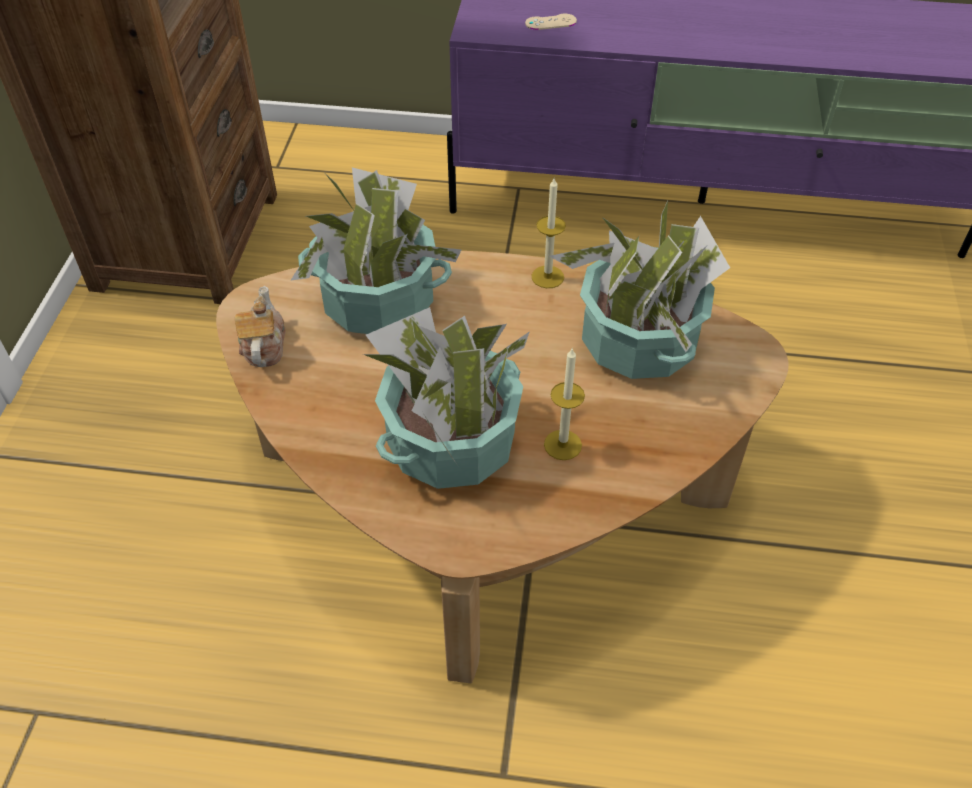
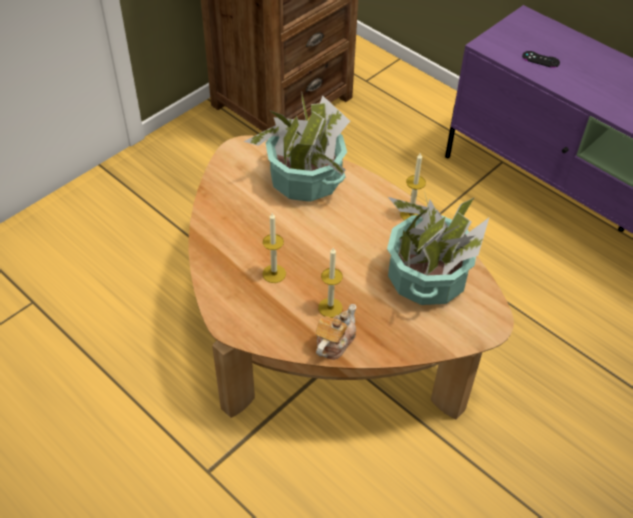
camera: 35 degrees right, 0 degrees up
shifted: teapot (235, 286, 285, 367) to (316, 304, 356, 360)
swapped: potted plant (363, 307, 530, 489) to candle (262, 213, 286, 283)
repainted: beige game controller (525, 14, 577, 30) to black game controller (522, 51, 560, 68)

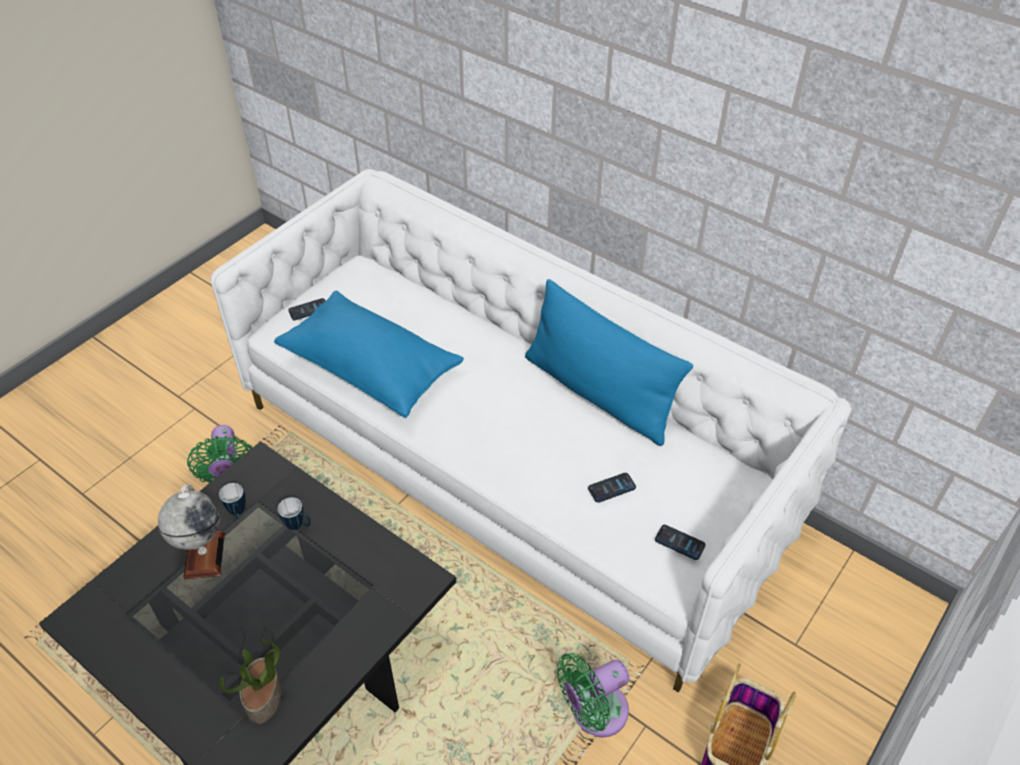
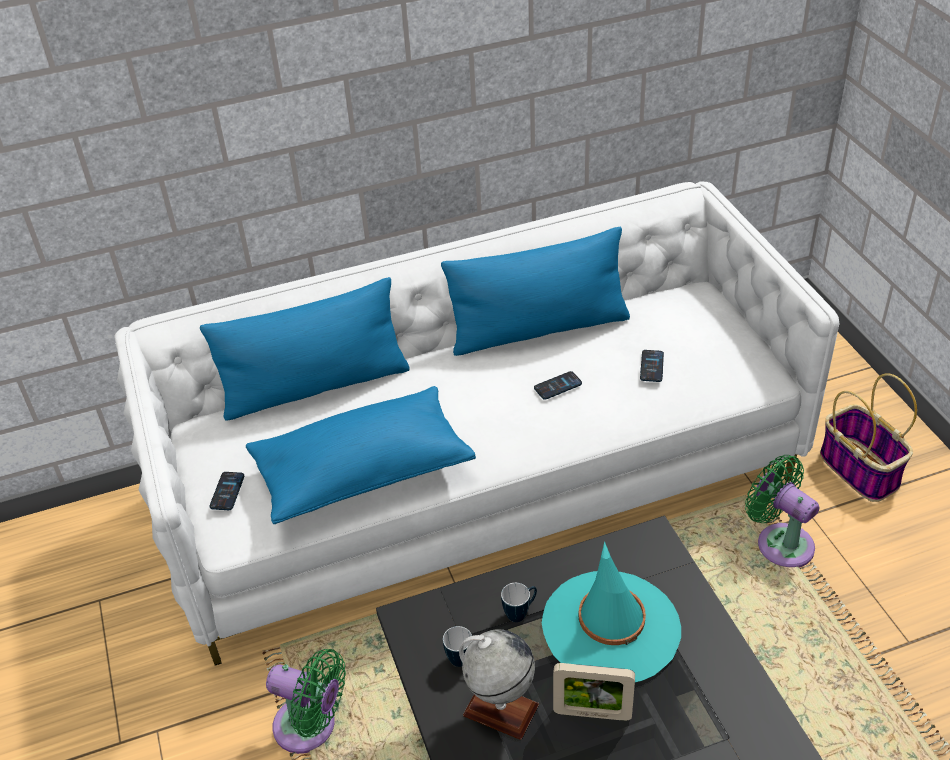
camera: 55 degrees left, 5 degrees down
gone: potted plant (220, 638, 282, 724)
new: blue pillow (200, 277, 410, 421); turquoise hat (542, 541, 681, 682); picture frame (553, 663, 635, 721)
shifted: phone (655, 525, 706, 560) to (534, 371, 582, 400)
rotated: green fan (556, 653, 630, 738) = (745, 455, 819, 568) 135 degrees clockwise

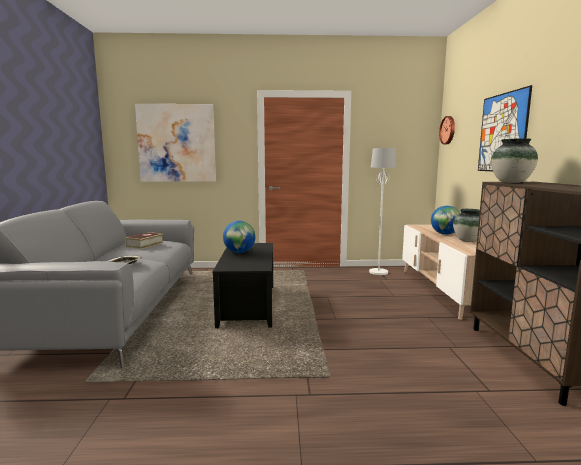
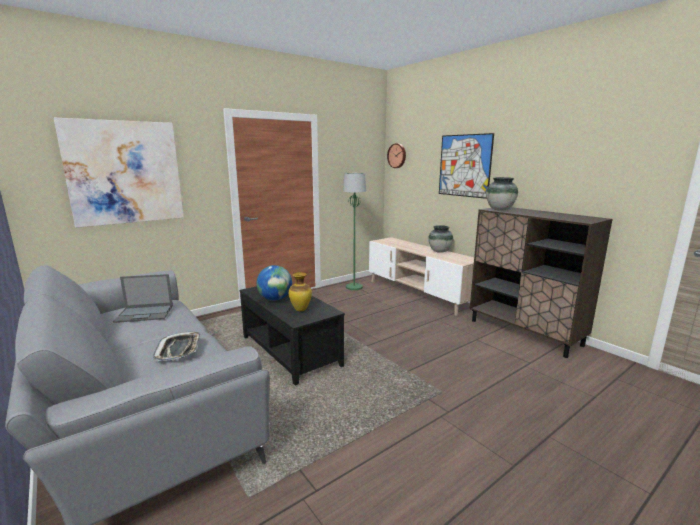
camera: 35 degrees left, 5 degrees up
gone: globe (431, 206, 460, 235)
new: vase (289, 272, 312, 311)
swapped: book (125, 232, 164, 249) to laptop (113, 274, 173, 323)
repainted: white floor lamp (369, 148, 396, 275) to green floor lamp (343, 173, 366, 290)

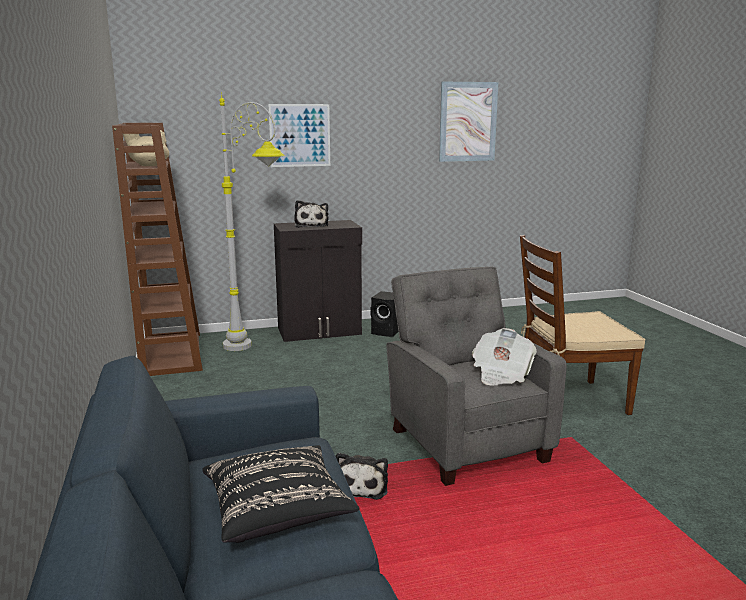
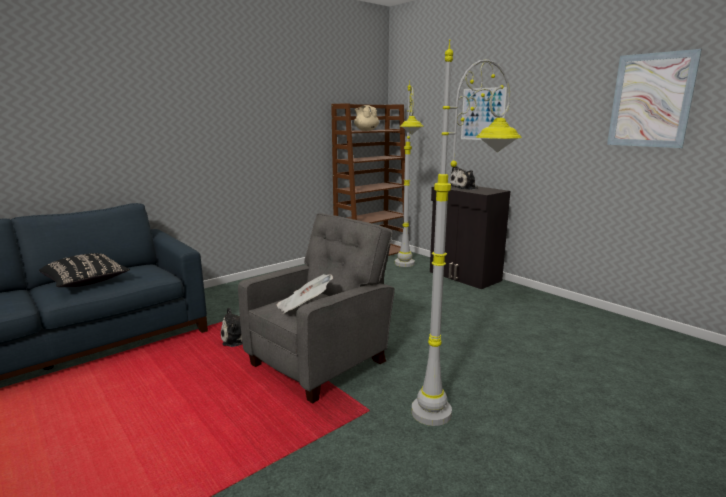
camera: 65 degrees right, 0 degrees up
gone: black speaker (371, 291, 398, 337)
swapped: brown chair (520, 235, 646, 415) to grey floor lamp (412, 40, 522, 426)

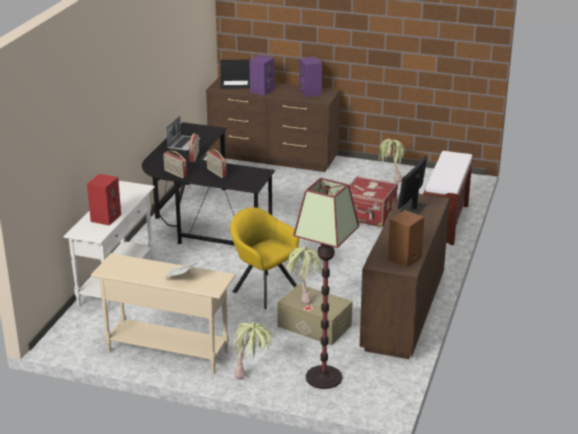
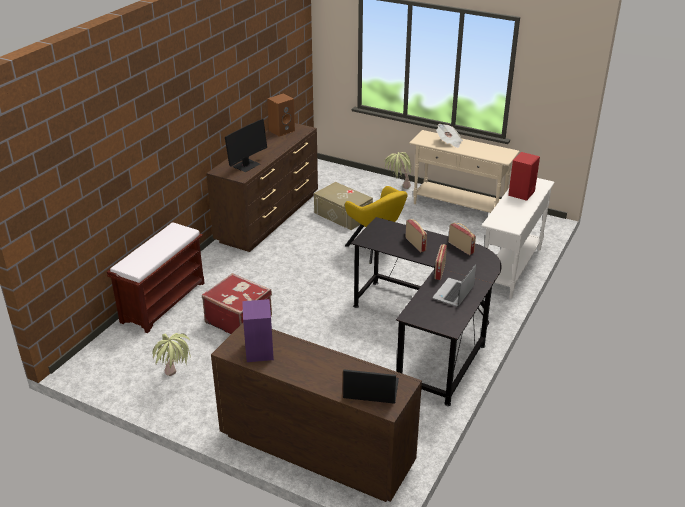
camera: 170 degrees left, 5 degrees up
gone: purple speaker (249, 55, 274, 96); potted plant (285, 246, 321, 304); floor lamp (293, 178, 359, 389)

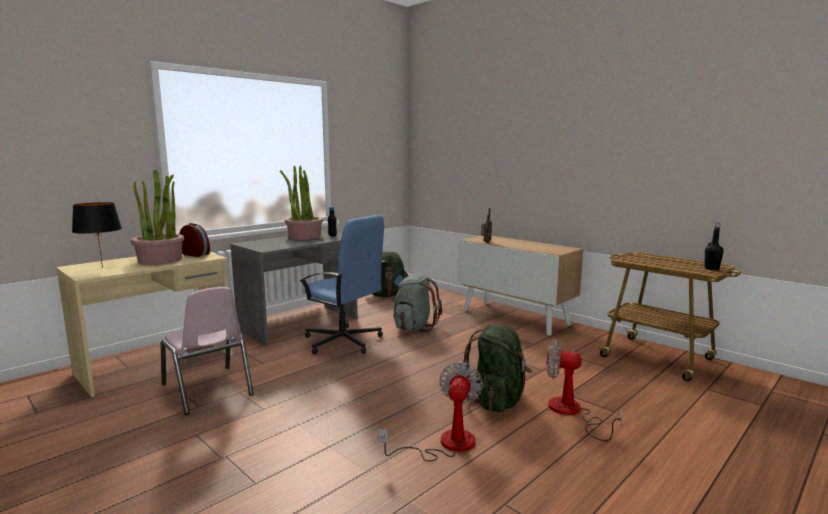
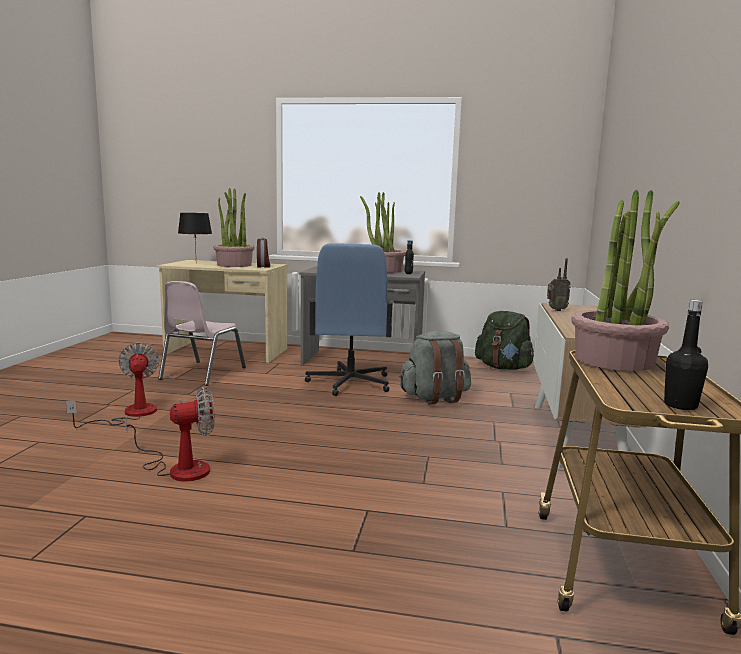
camera: 55 degrees right, 0 degrees up
gone: green backpack (463, 324, 532, 412)
new: potted plant (571, 190, 680, 371)
shifted: fan (547, 339, 622, 441) to (66, 343, 159, 428)

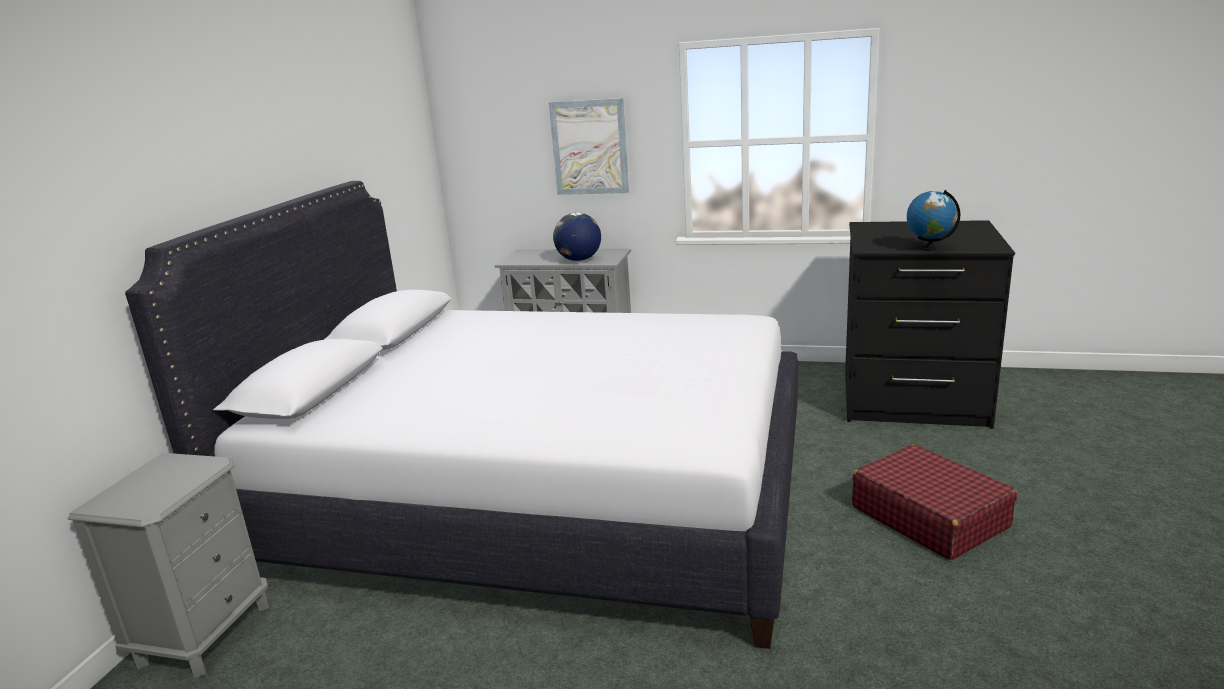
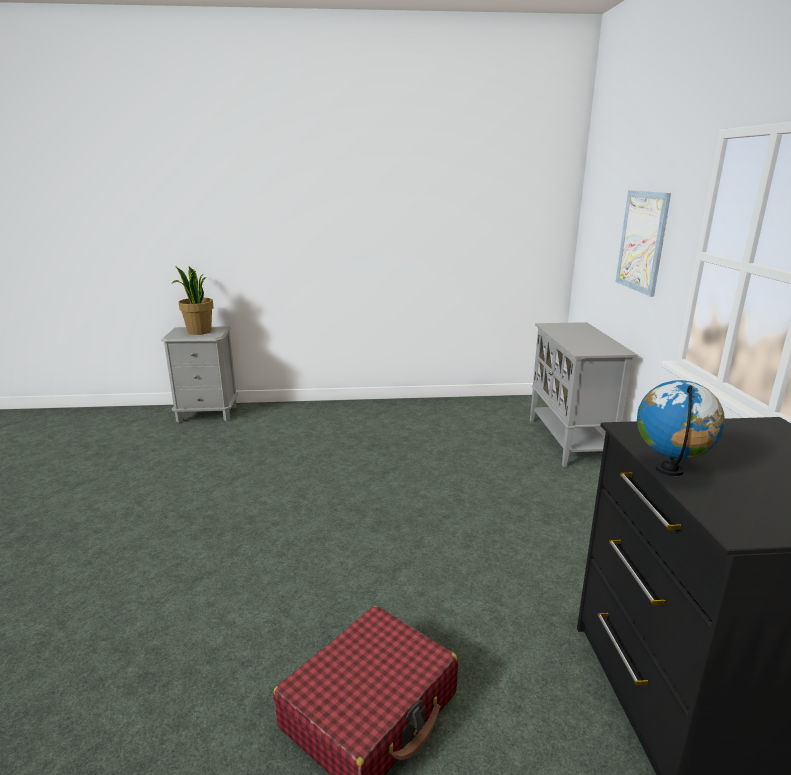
camera: 70 degrees right, 0 degrees up
gone: white bed (125, 181, 798, 649); globe (553, 213, 601, 261)
new: potted plant (172, 266, 214, 335)

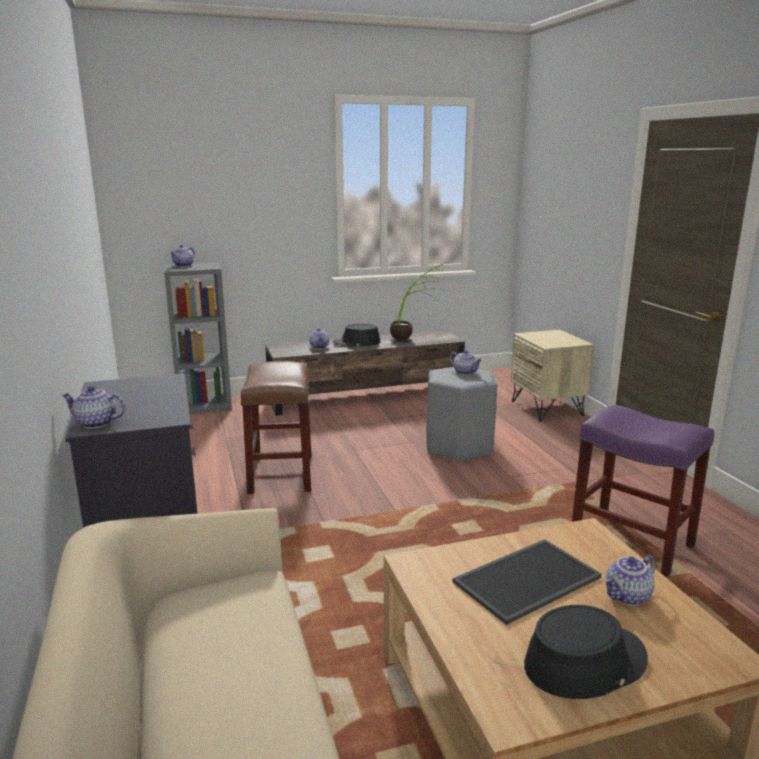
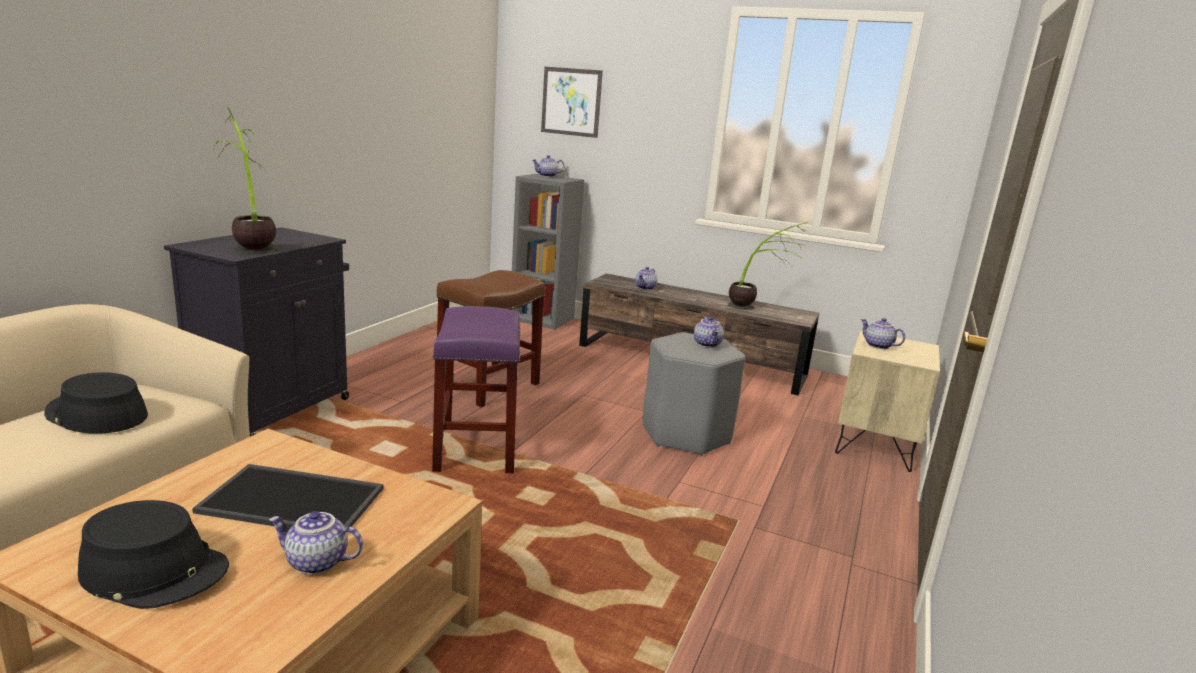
camera: 40 degrees right, 0 degrees up
new: potted plant (212, 107, 276, 254); picture (541, 67, 603, 138)
shifted: teapot (62, 386, 125, 429) to (861, 318, 905, 349); black hat (333, 324, 380, 347) to (44, 372, 148, 434); purple stool (572, 405, 714, 577) to (432, 306, 520, 473)

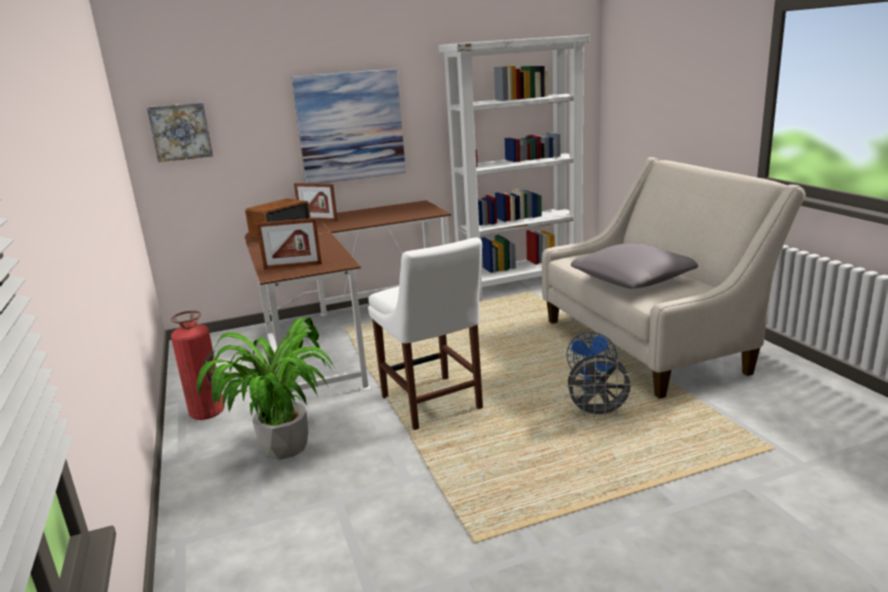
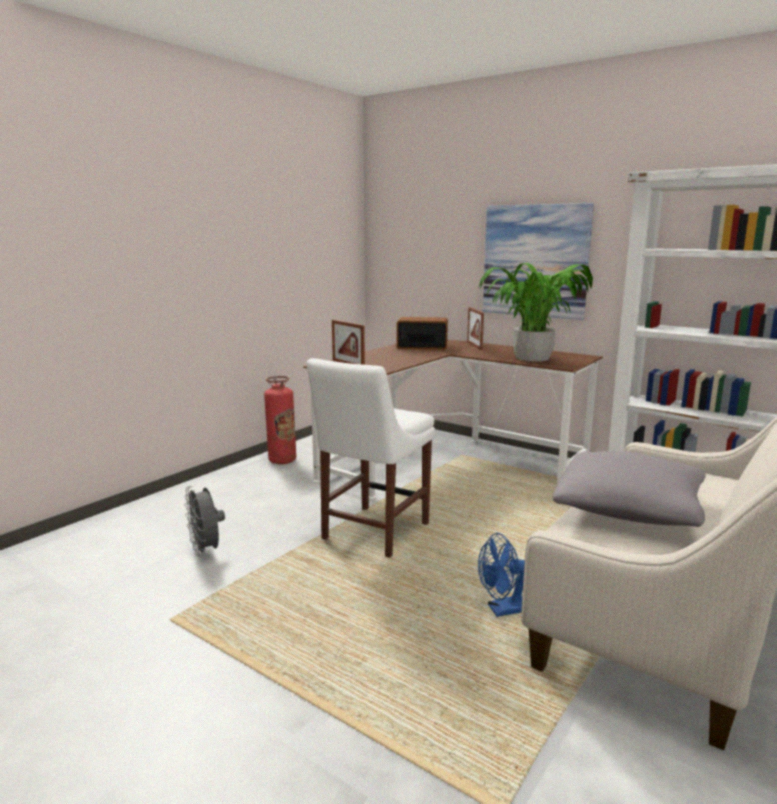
camera: 55 degrees right, 5 degrees down
gone: picture (147, 103, 213, 162)
shifted: potted plant (196, 318, 334, 460) to (479, 263, 593, 362); grey fan (565, 355, 635, 419) to (184, 486, 225, 557)

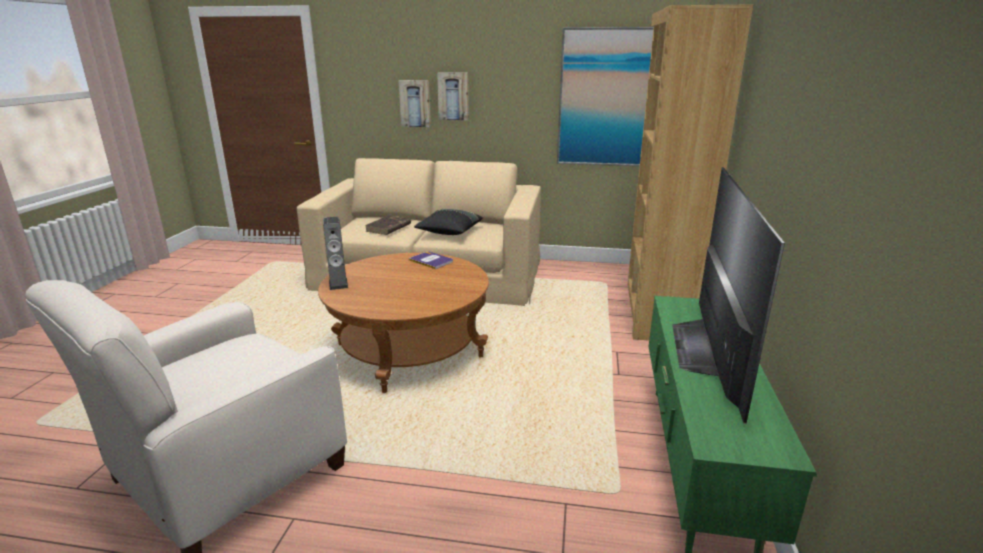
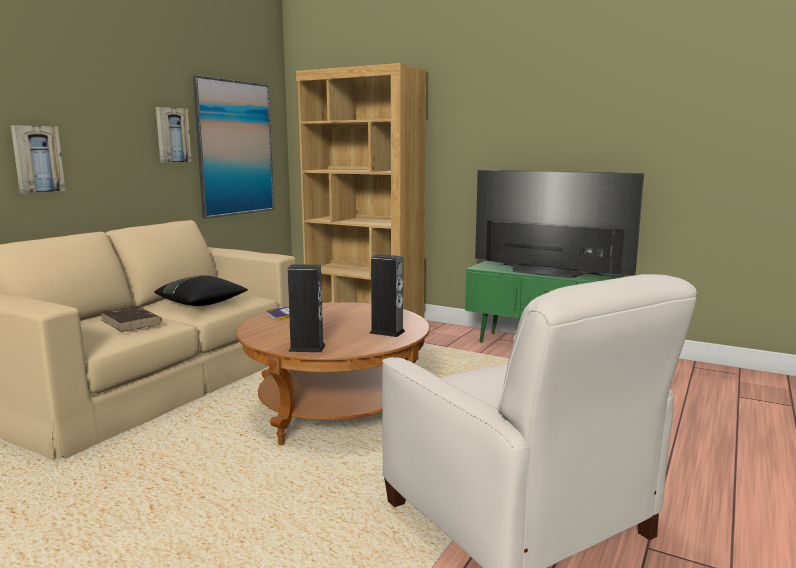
camera: 70 degrees left, 10 degrees down
new: speaker (370, 254, 405, 337)
shifted: picture (437, 72, 469, 121) to (156, 107, 192, 163)

